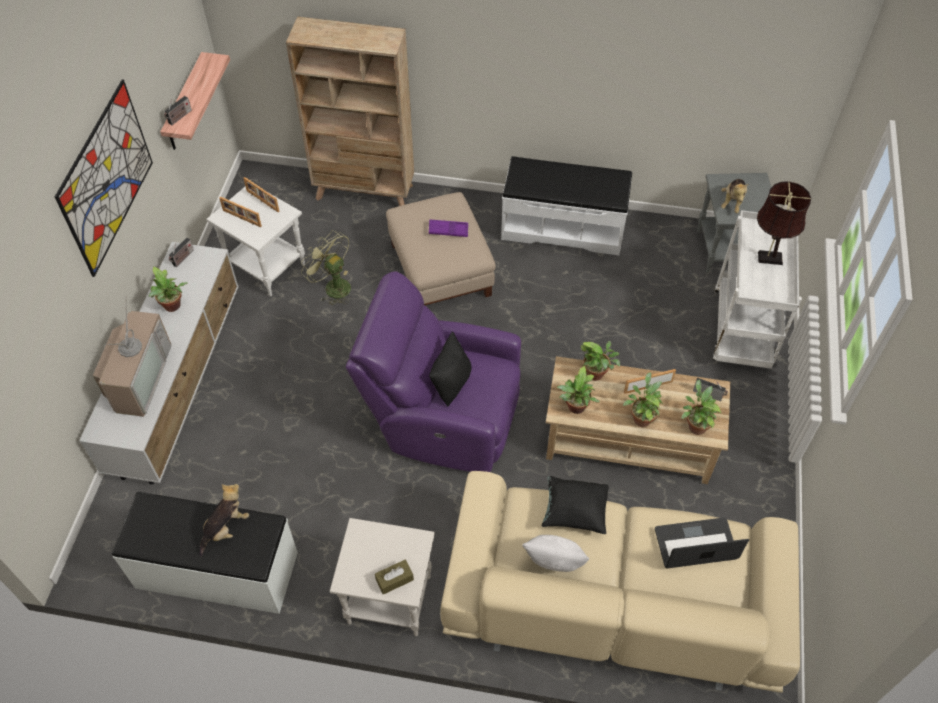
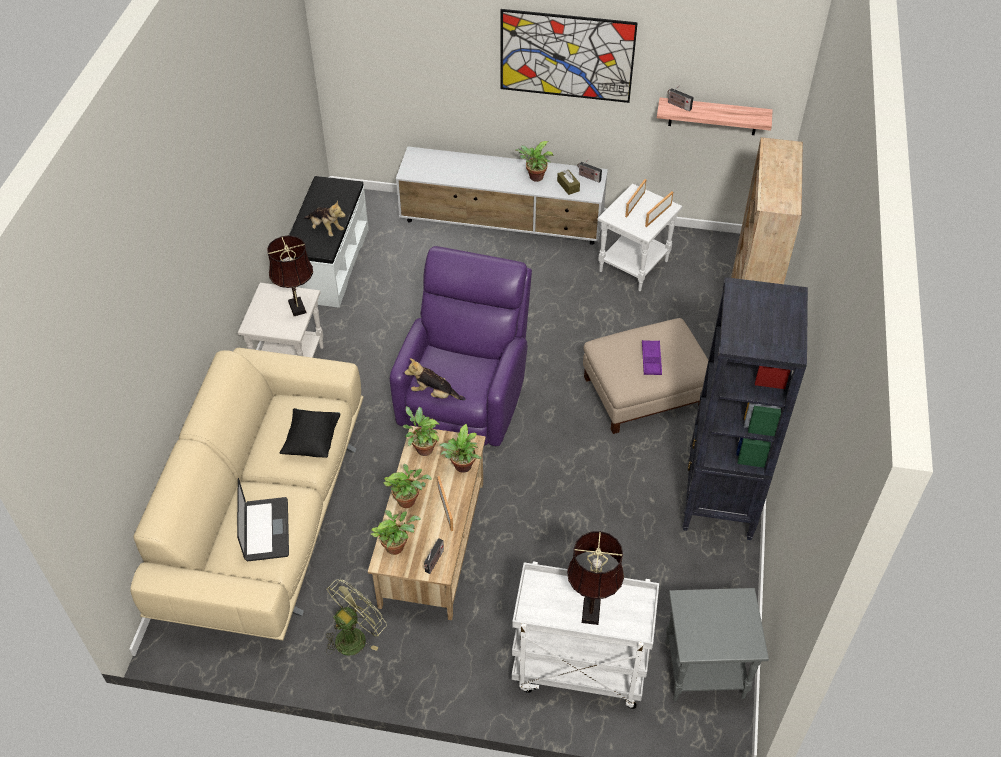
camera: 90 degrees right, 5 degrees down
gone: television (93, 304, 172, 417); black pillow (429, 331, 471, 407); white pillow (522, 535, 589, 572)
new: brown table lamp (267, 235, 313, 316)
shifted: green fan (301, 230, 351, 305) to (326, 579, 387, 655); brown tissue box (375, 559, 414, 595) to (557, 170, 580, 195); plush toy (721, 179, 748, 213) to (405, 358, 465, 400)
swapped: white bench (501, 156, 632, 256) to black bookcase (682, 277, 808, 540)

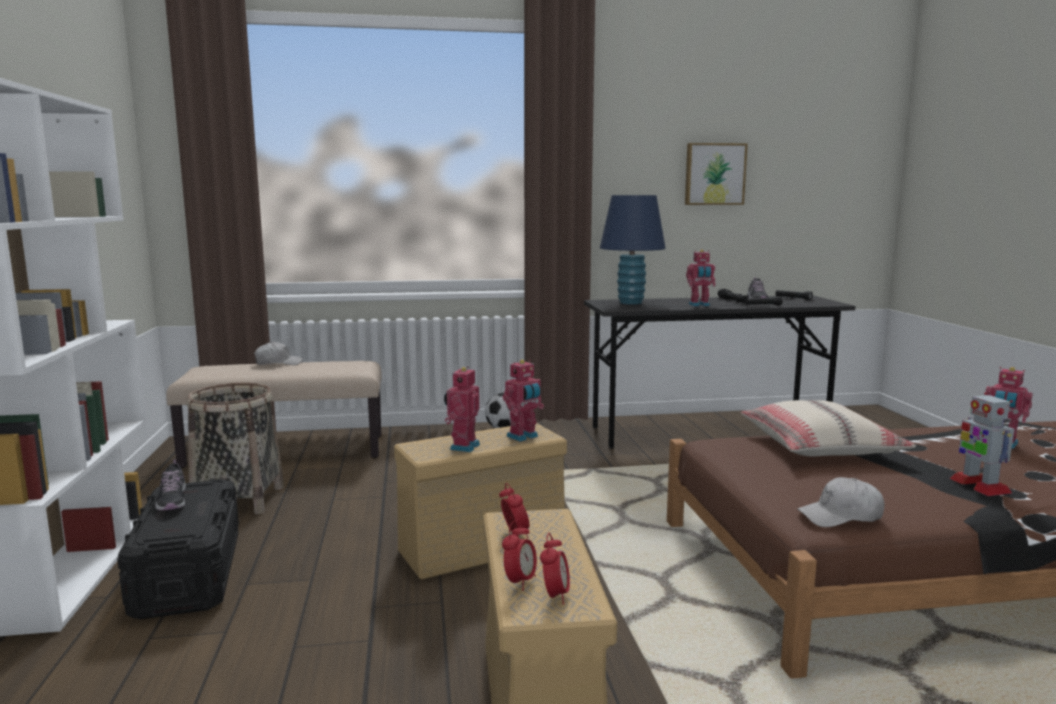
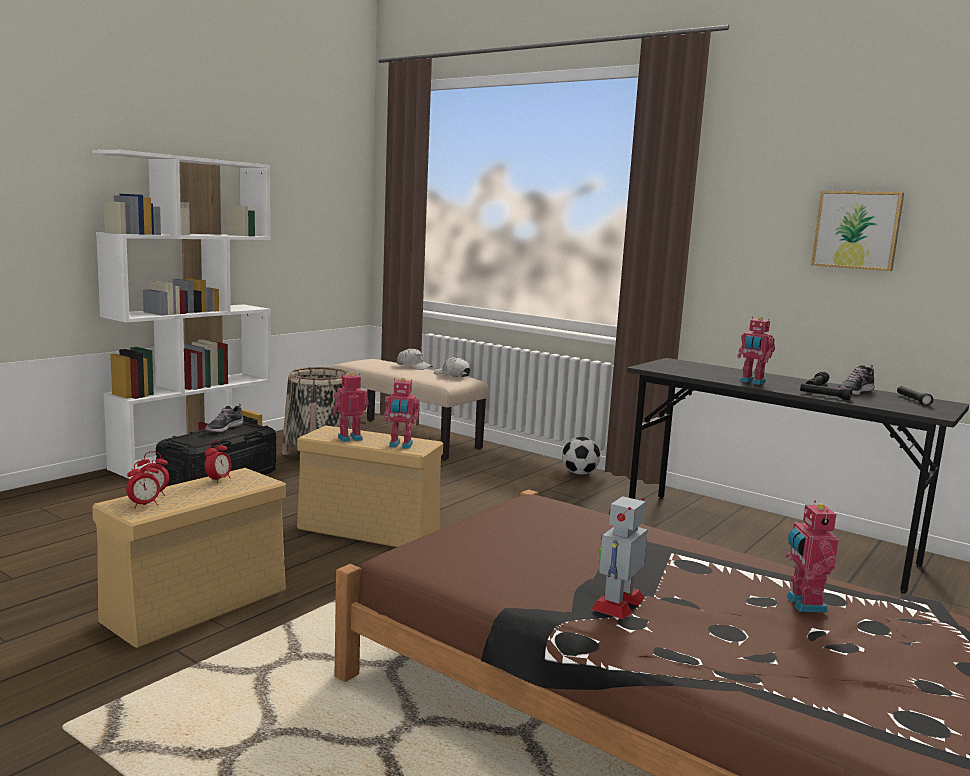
camera: 45 degrees right, 0 degrees up
gone: blue table lamp (600, 195, 666, 305); beige pillow (741, 400, 916, 457)
shifted: white cap (798, 477, 885, 527) to (434, 357, 470, 377)

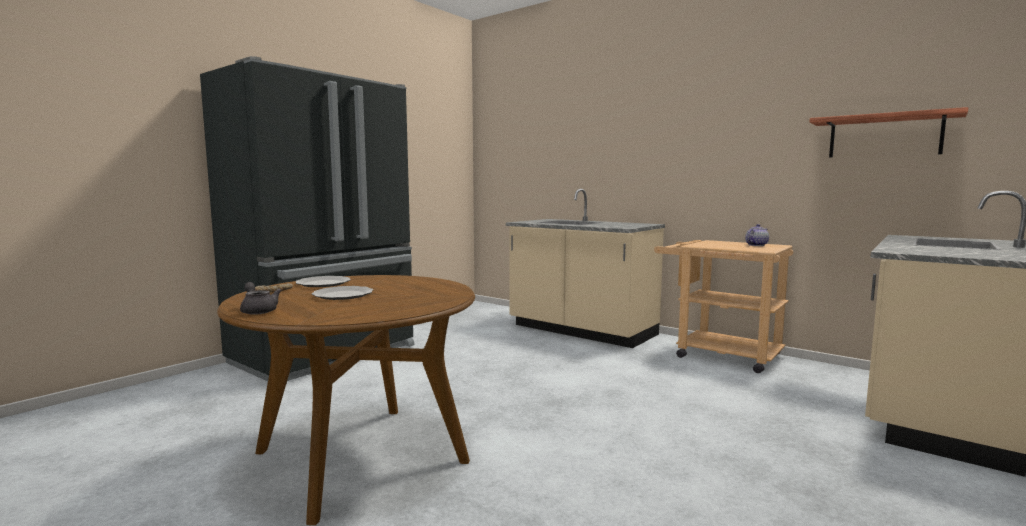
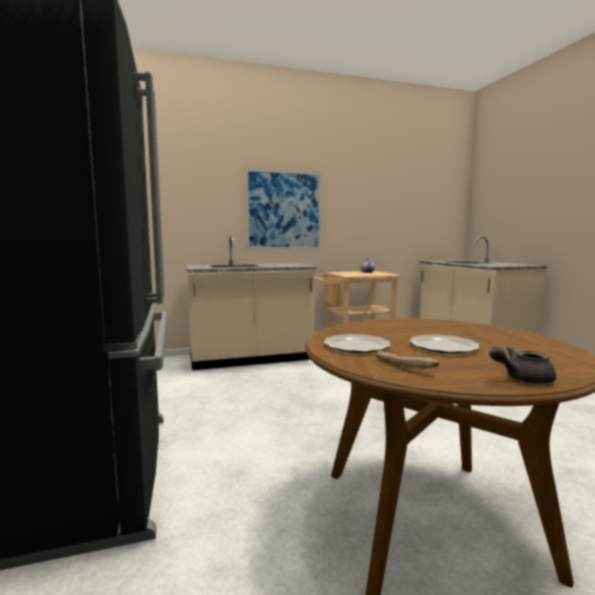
camera: 55 degrees left, 0 degrees up
gone: shelf (810, 107, 968, 157)
new: picture (245, 168, 322, 250)

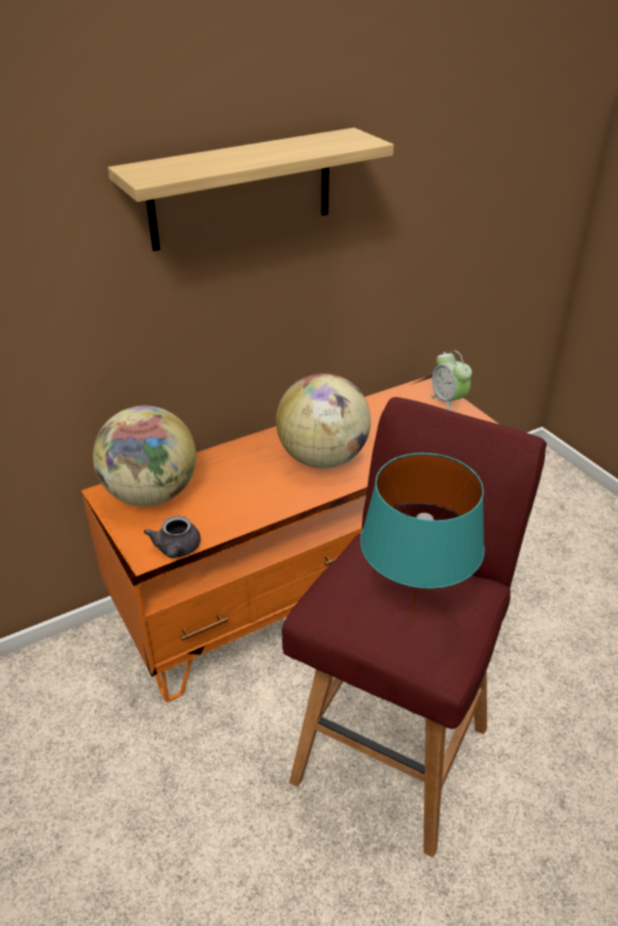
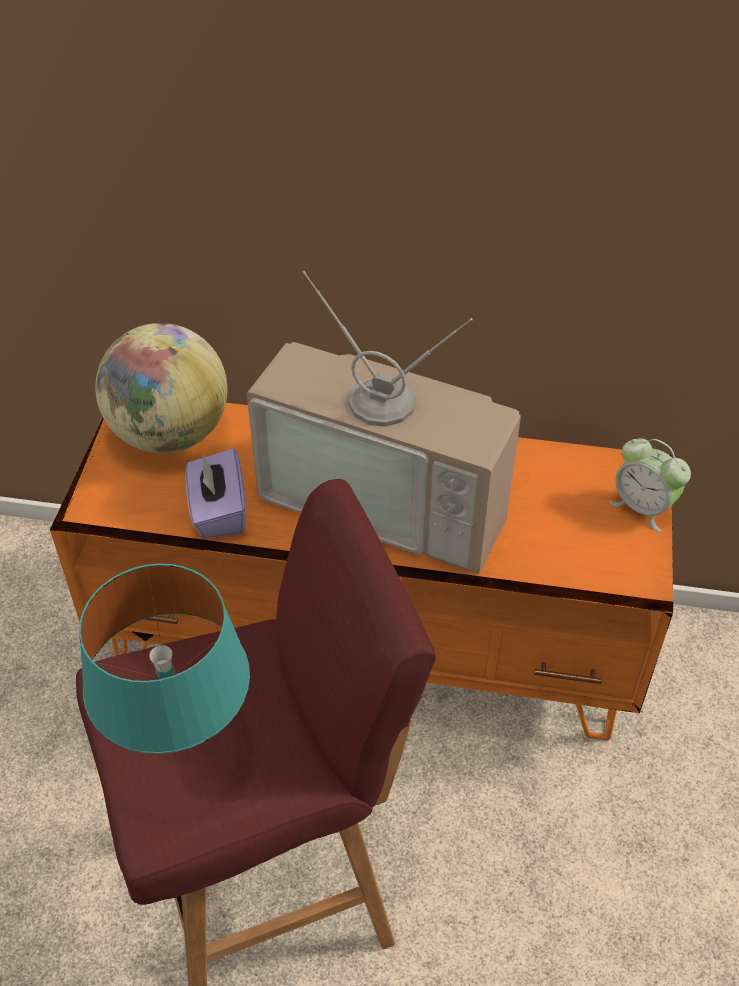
camera: 40 degrees right, 10 degrees up
gone: shelf (108, 128, 394, 251); grey teapot (144, 516, 201, 558)
new: purple tissue box (185, 448, 246, 539)
swapped: globe (276, 373, 371, 469) to television (247, 271, 521, 574)
rotated: alarm clock (429, 350, 472, 411) = (609, 438, 691, 532) 60 degrees counterclockwise

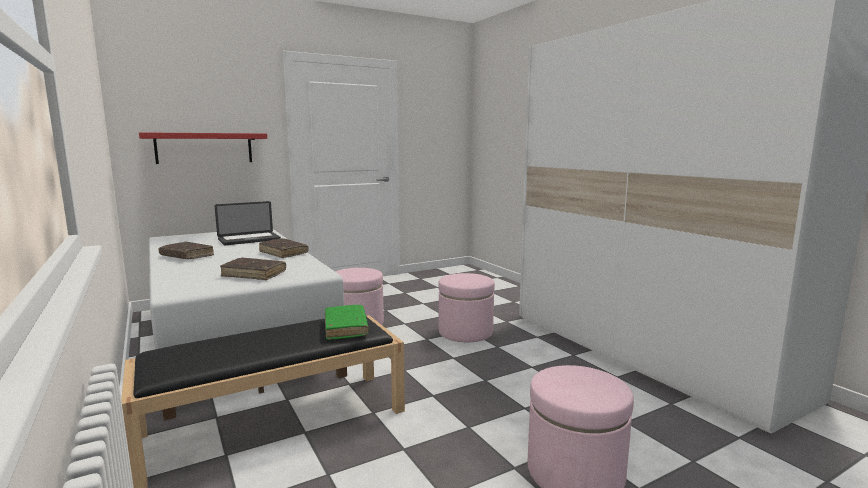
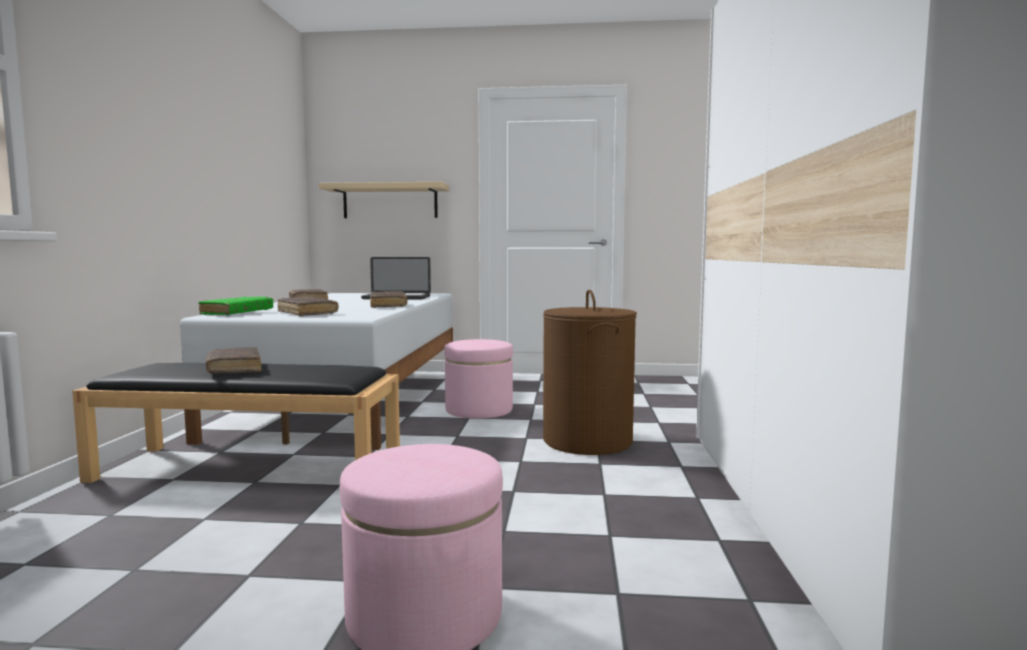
camera: 35 degrees right, 5 degrees down
new: brown book (206, 347, 262, 374)
shifted: green book (325, 305, 369, 340) to (198, 296, 273, 315)
swapped: pink ottoman (438, 273, 495, 342) to brown laundry basket (543, 290, 637, 455)
repainted: red shelf (139, 132, 267, 164) to beige shelf (319, 182, 449, 218)

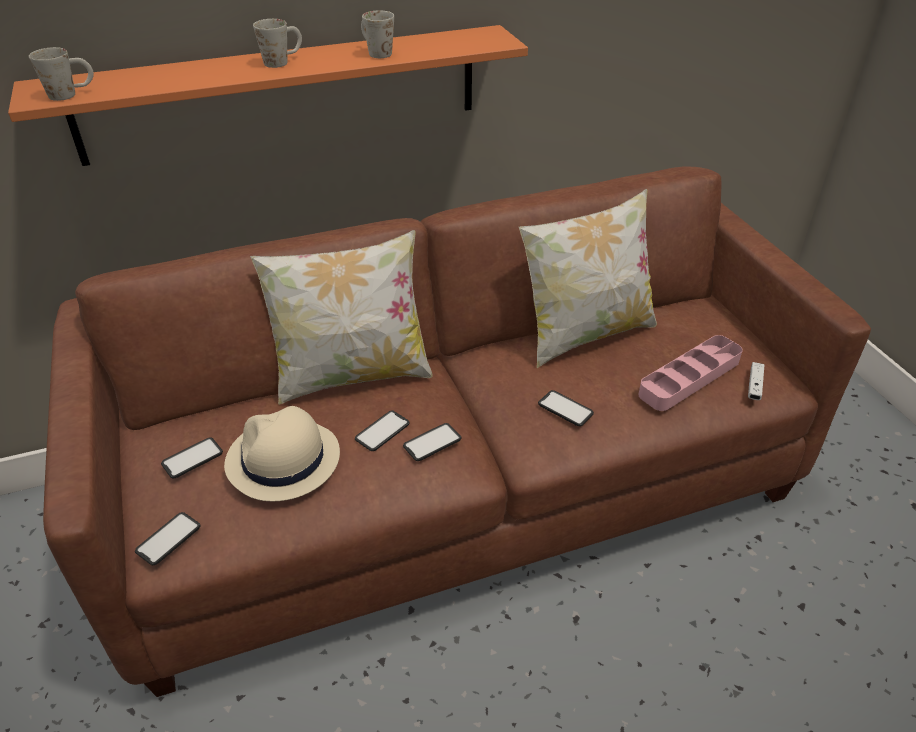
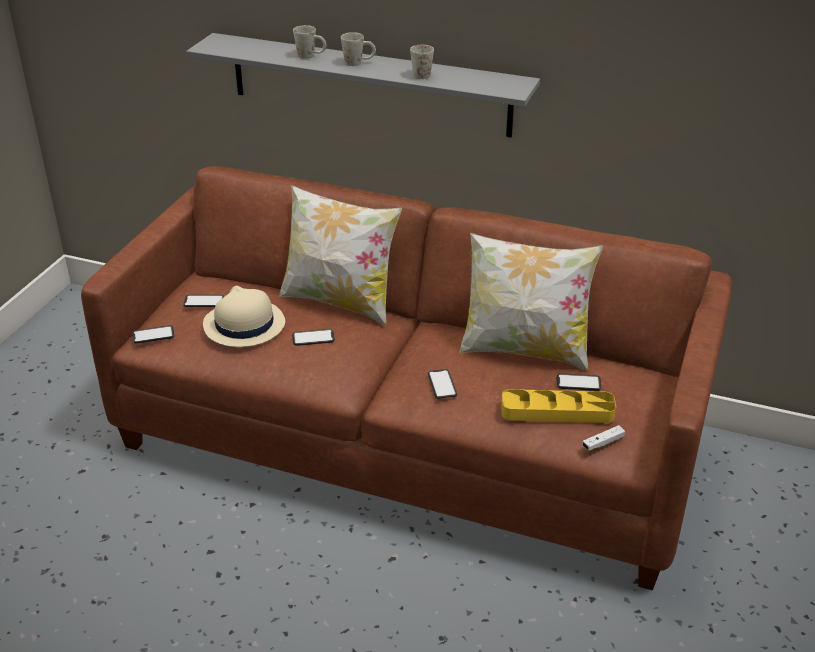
camera: 40 degrees right, 5 degrees down
shifted: white mug (29, 47, 94, 101) to (293, 25, 327, 59); phone (403, 423, 461, 461) to (557, 373, 601, 391)
repainted: orange shelf (8, 25, 528, 166) to grey shelf (186, 33, 540, 137); pink tray (638, 335, 743, 411) to yellow tray (501, 389, 616, 423)

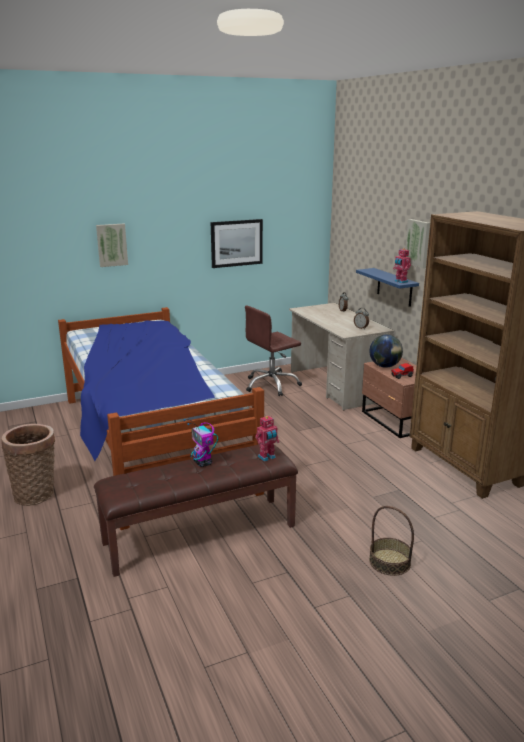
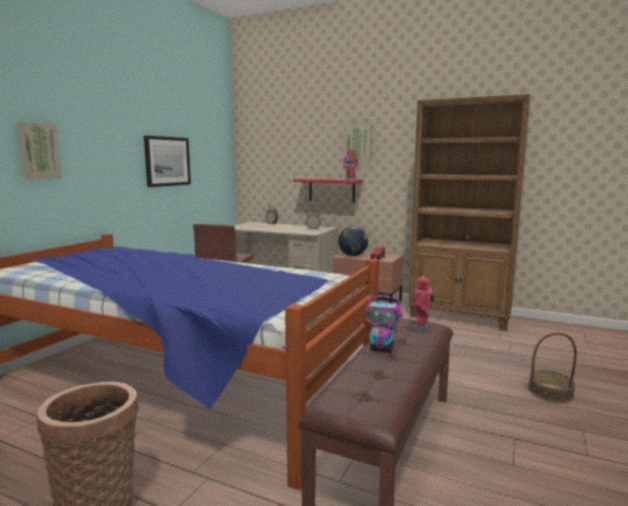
camera: 40 degrees left, 10 degrees down
repainted: blue shelf (356, 268, 419, 307) to red shelf (293, 178, 363, 203)

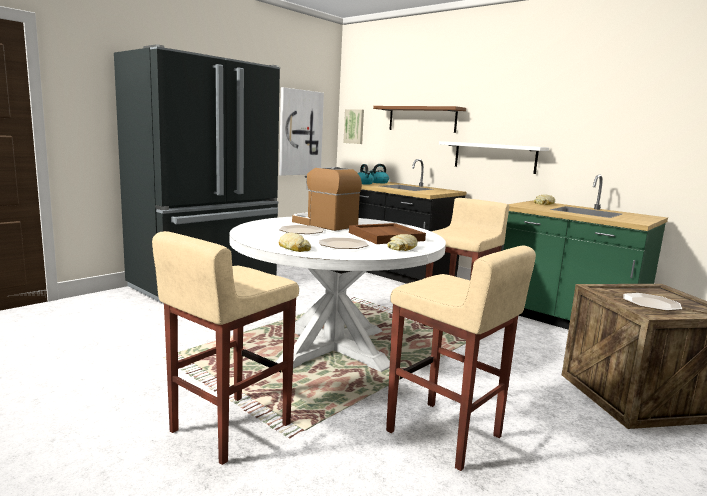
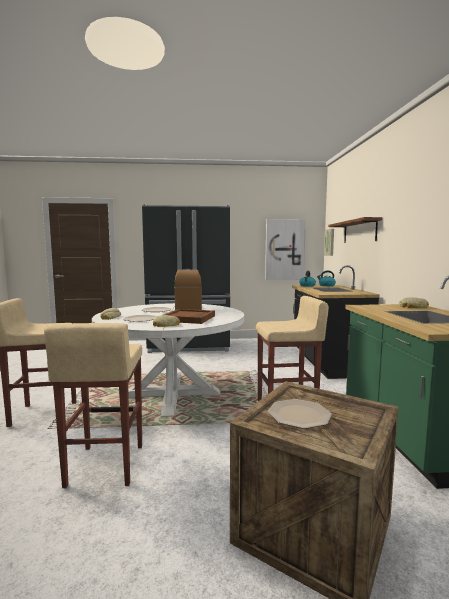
camera: 45 degrees right, 5 degrees down
gone: white shelf (439, 141, 549, 174)

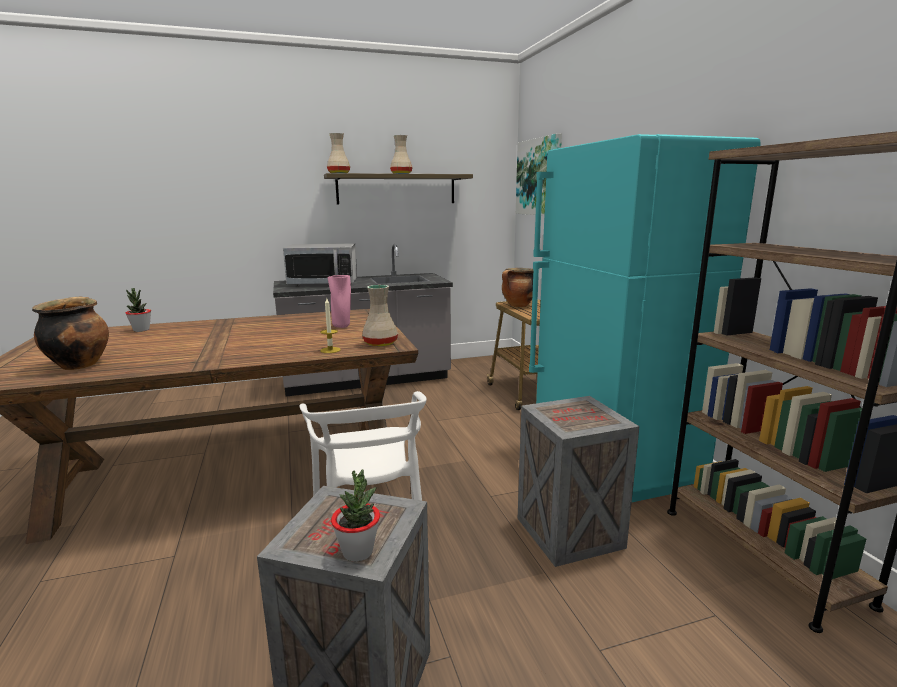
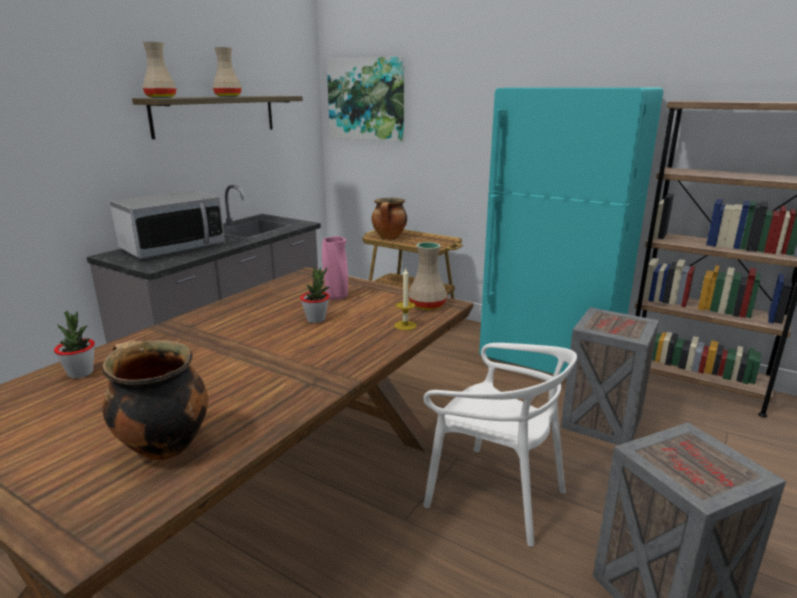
camera: 40 degrees left, 5 degrees up
shifted: potted plant (331, 469, 380, 562) to (300, 267, 329, 323)

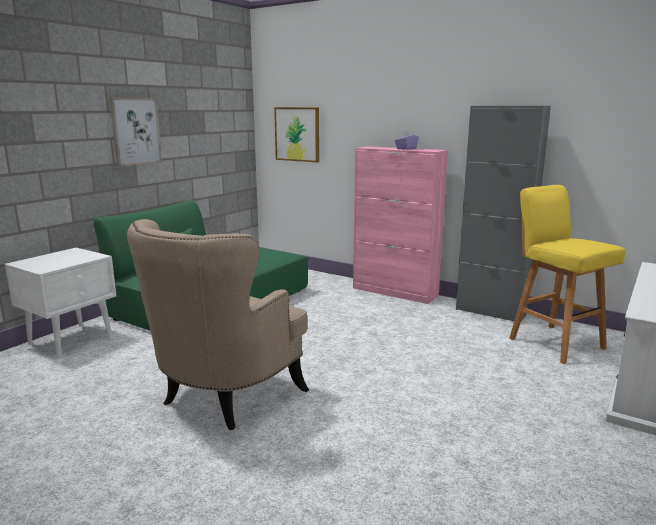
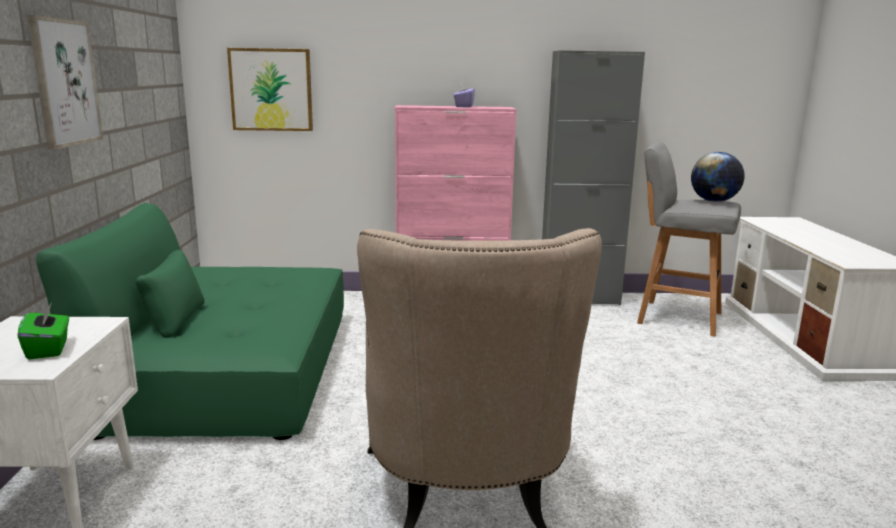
camera: 35 degrees left, 0 degrees up
new: green tissue box (17, 303, 69, 359); globe (691, 152, 745, 202)
repainted: yellow stool (509, 185, 625, 364) to grey stool (637, 142, 741, 337)

